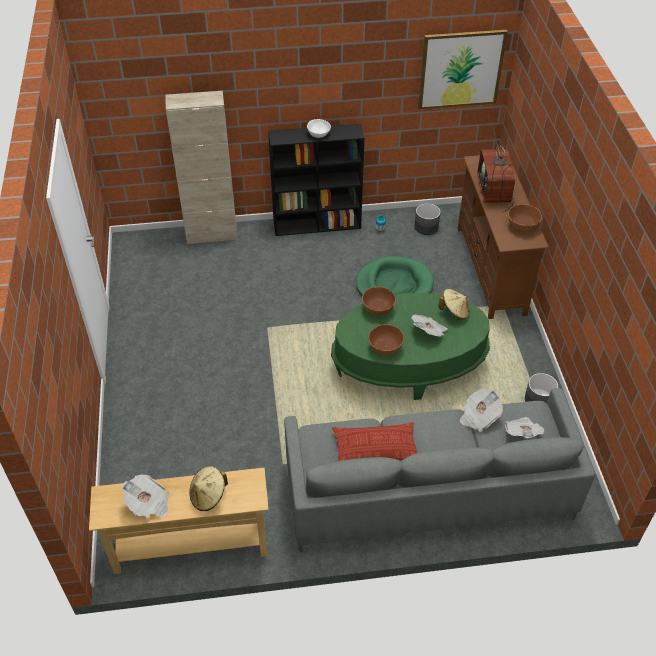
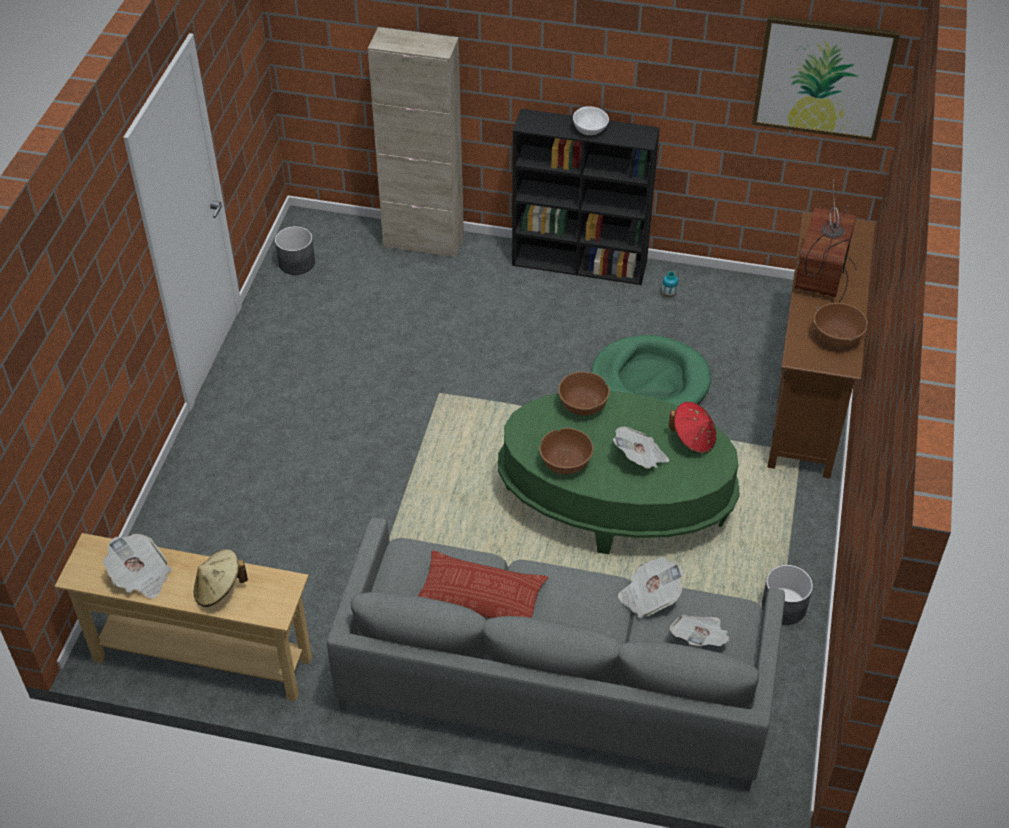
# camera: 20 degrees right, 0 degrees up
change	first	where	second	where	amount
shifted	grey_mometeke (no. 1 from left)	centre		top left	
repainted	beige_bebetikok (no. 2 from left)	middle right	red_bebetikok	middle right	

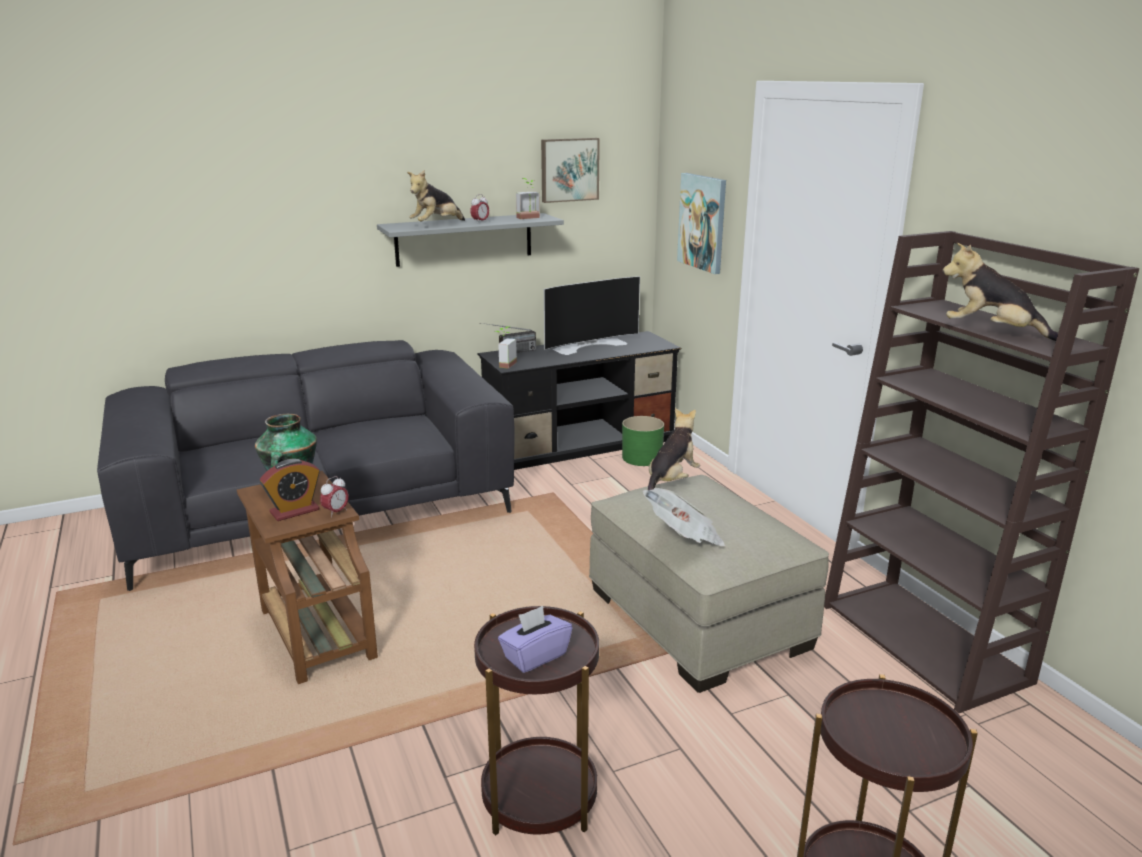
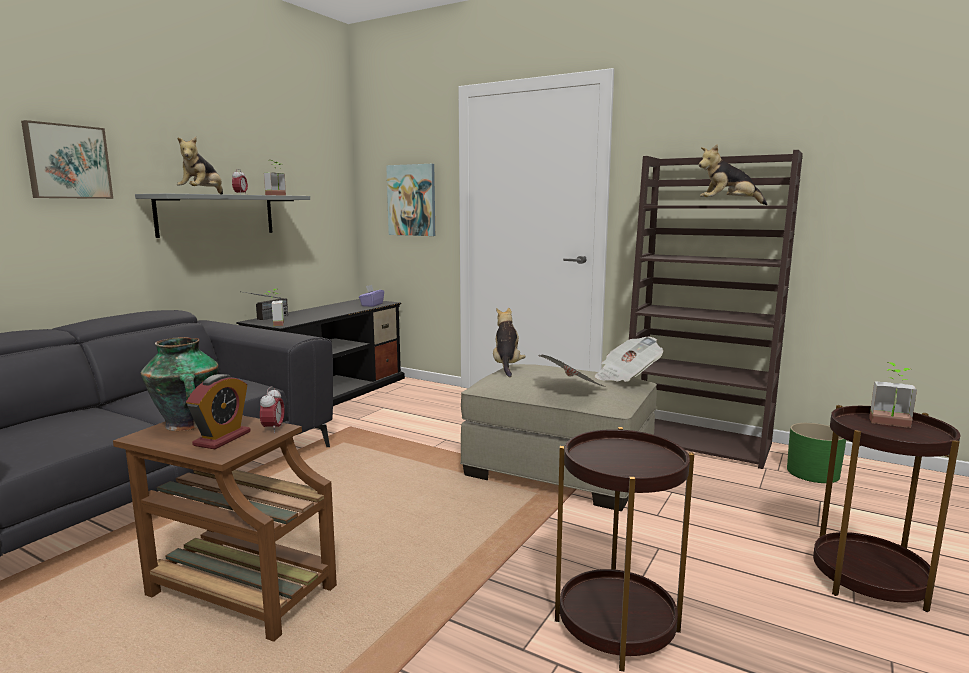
# camera: 35 degrees left, 10 degrees down
change	first	where	second	where	amount
shifted	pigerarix (no. 1 from left)	top centre		top left	
gone	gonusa	centre			
shifted	green_mometeke	centre		bottom right	
shifted	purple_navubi	bottom centre		centre	
new			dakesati (no. 2 from left)	centre	
new			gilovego (no. 3 from left)	middle right	

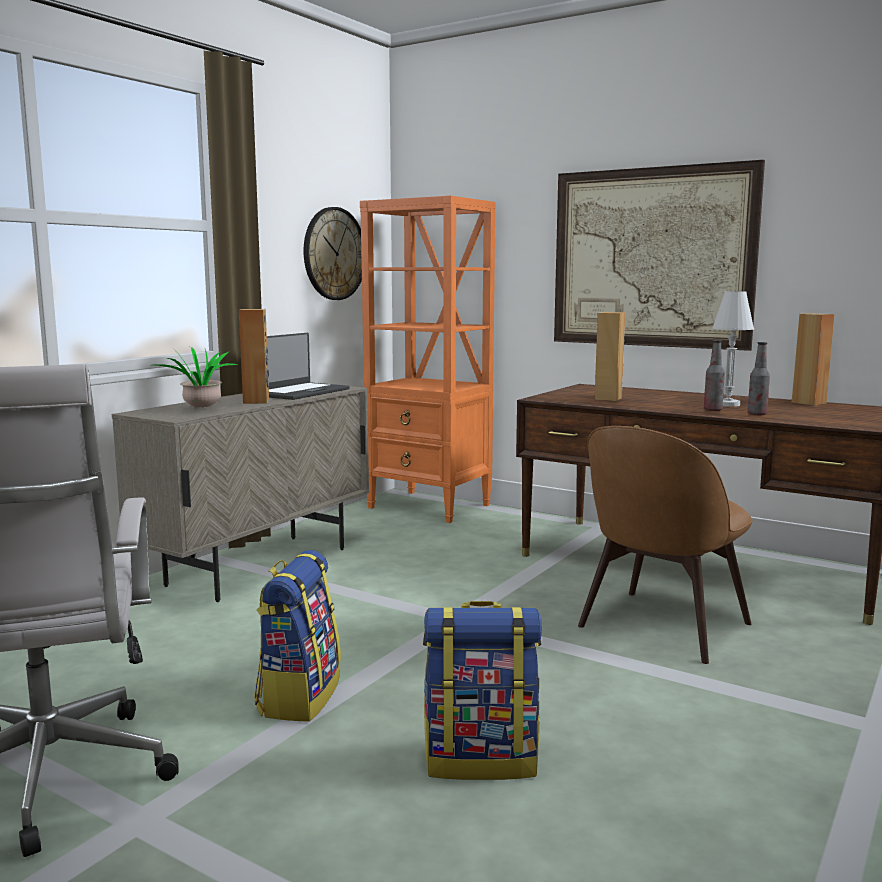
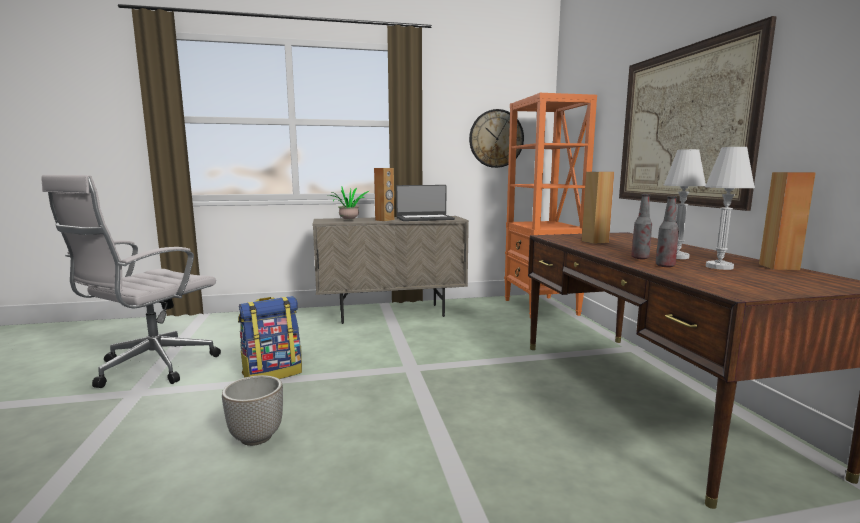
# camera: 45 degrees right, 0 degrees up
change	first	where	second	where	amount
gone	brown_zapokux	middle right			
swapped	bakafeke (no. 2 from left)	bottom centre	mometeke	bottom left	
new			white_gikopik (no. 2 from left)	middle right	

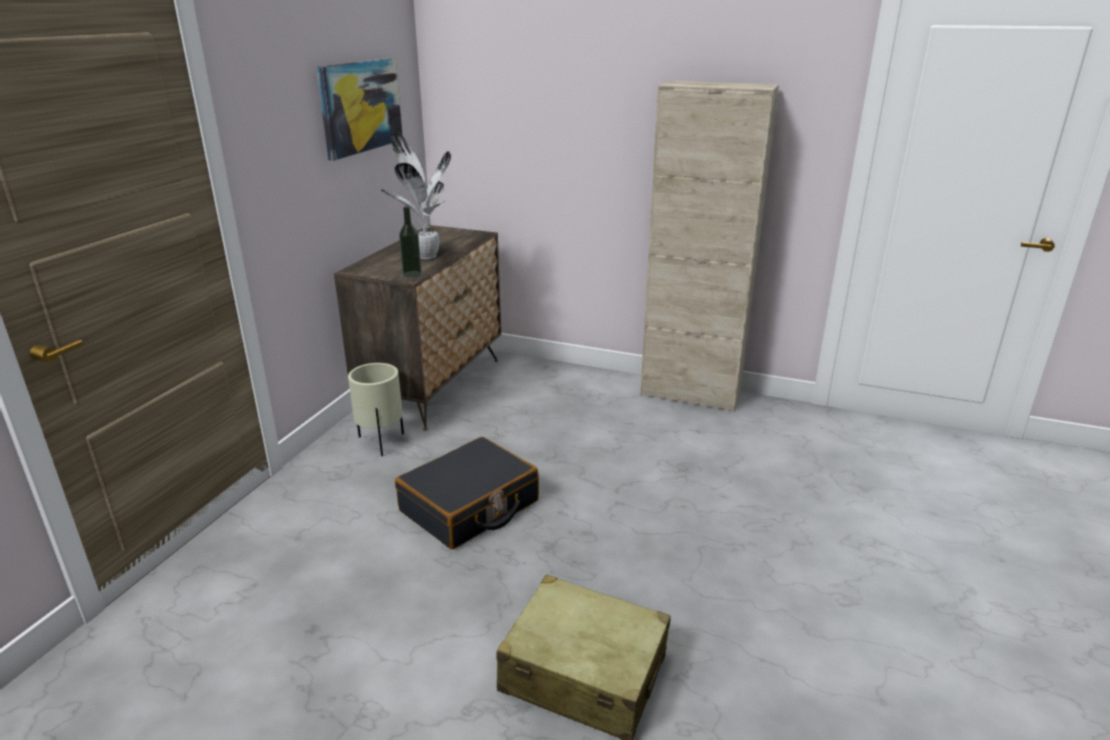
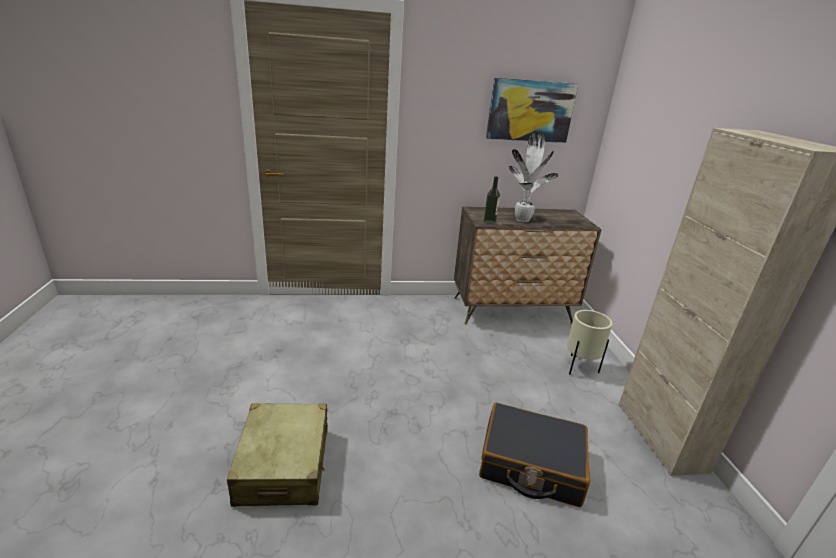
# camera: 60 degrees right, 0 degrees up
change	first	where	second	where	amount
shifted	beige_mometeke	centre		middle right	
shifted	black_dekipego	centre		bottom centre	

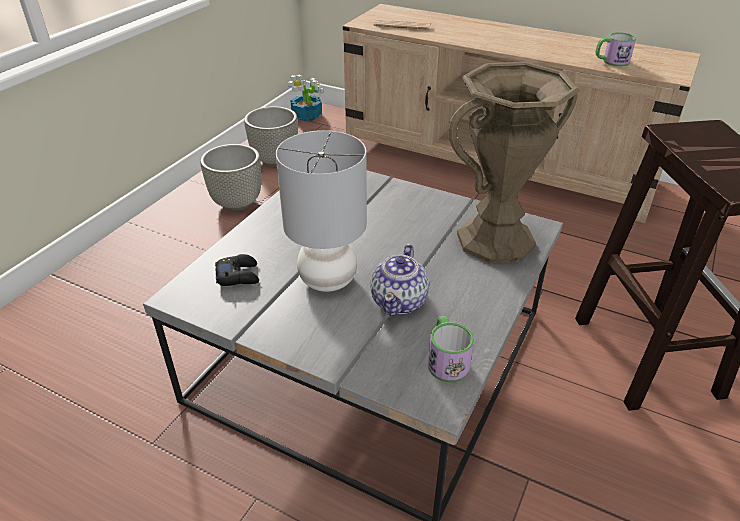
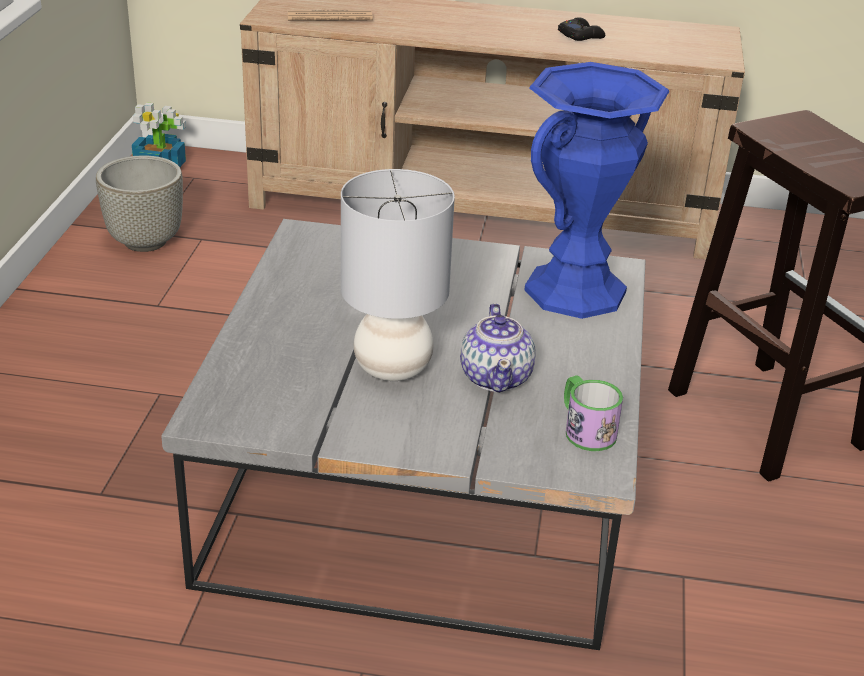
# camera: 20 degrees left, 5 degrees down
change	first	where	second	where	amount
gone	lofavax (no. 2 from left)	top right			
repainted	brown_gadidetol	top right	blue_gadidetol	top right	
gone	grey_mometeke (no. 1 from left)	middle left			
shifted	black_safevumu	middle left		top right	

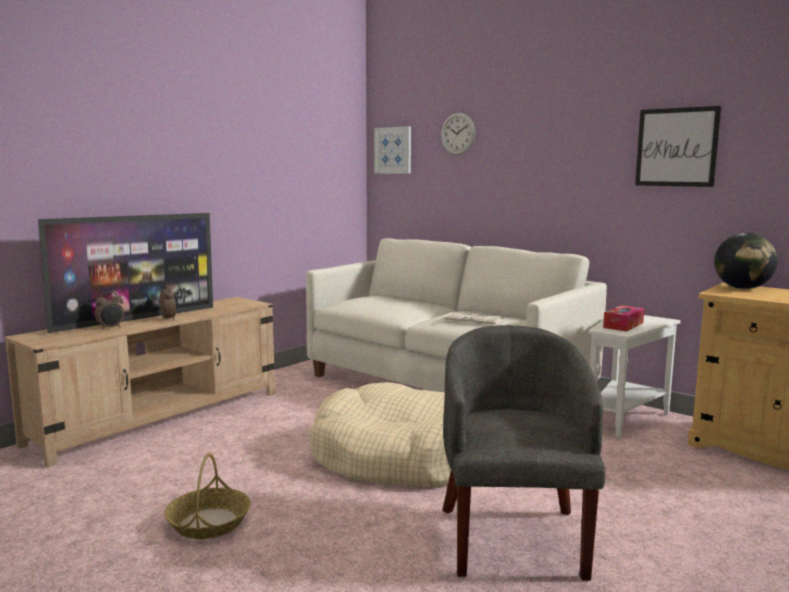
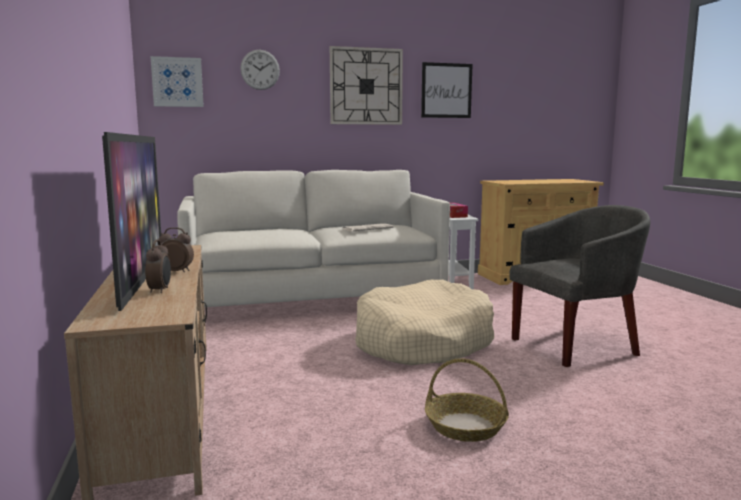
# camera: 55 degrees left, 0 degrees up
change	first	where	second	where	amount
gone	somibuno	middle right			
rotated	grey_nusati	bottom centre		middle right	120 degrees clockwise
new			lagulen (no. 2 from left)	top centre	

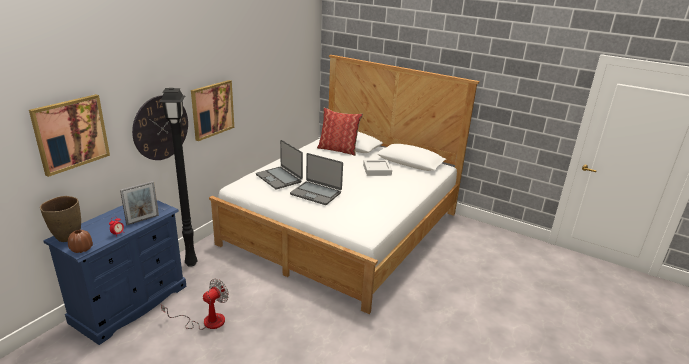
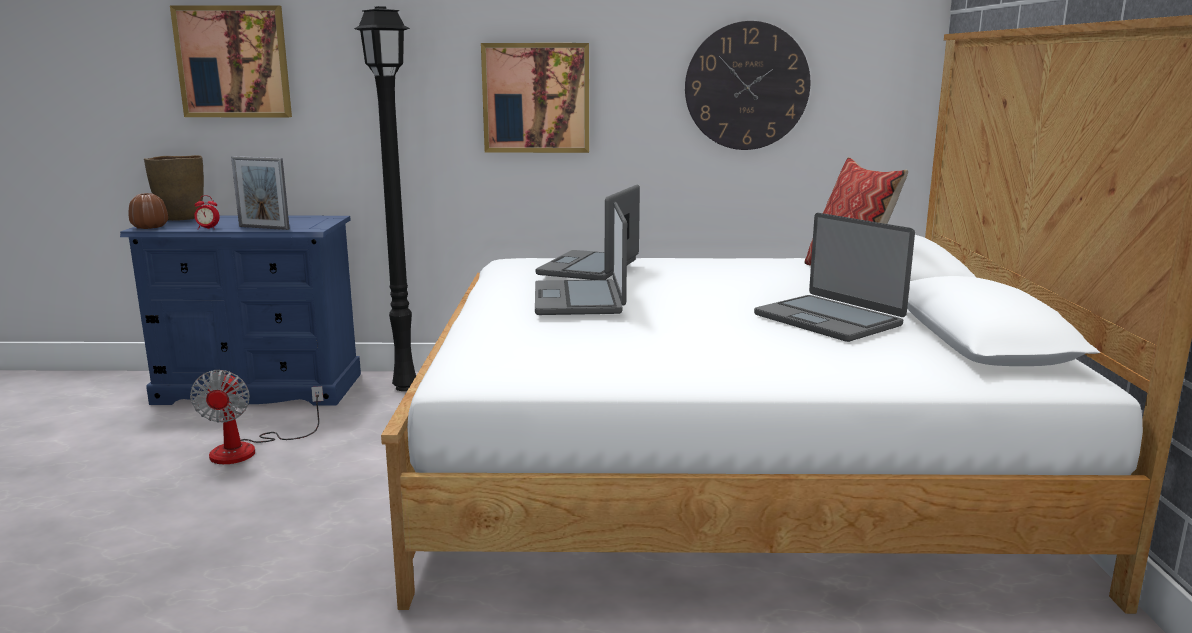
# camera: 60 degrees right, 10 degrees down
change	first	where	second	where	amount
shifted	lagulen	middle left		top centre	
swapped	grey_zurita	centre	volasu (no. 3 from left)	middle right	
rotated	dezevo	bottom left		middle left	75 degrees clockwise

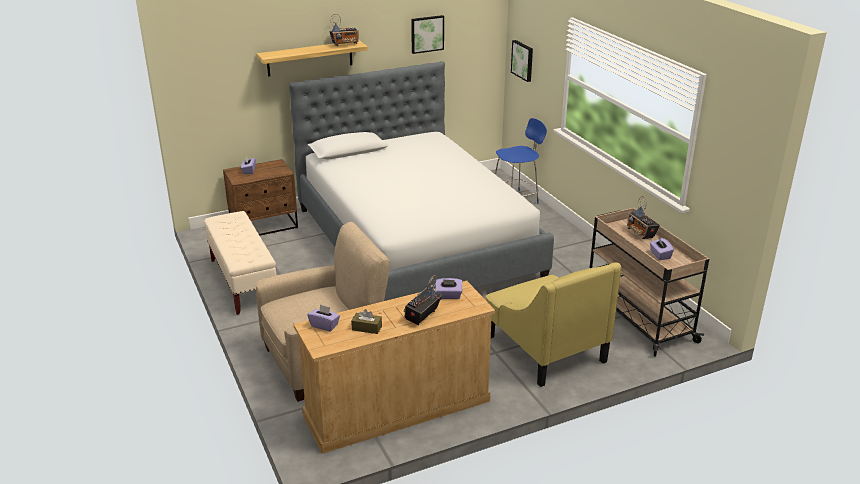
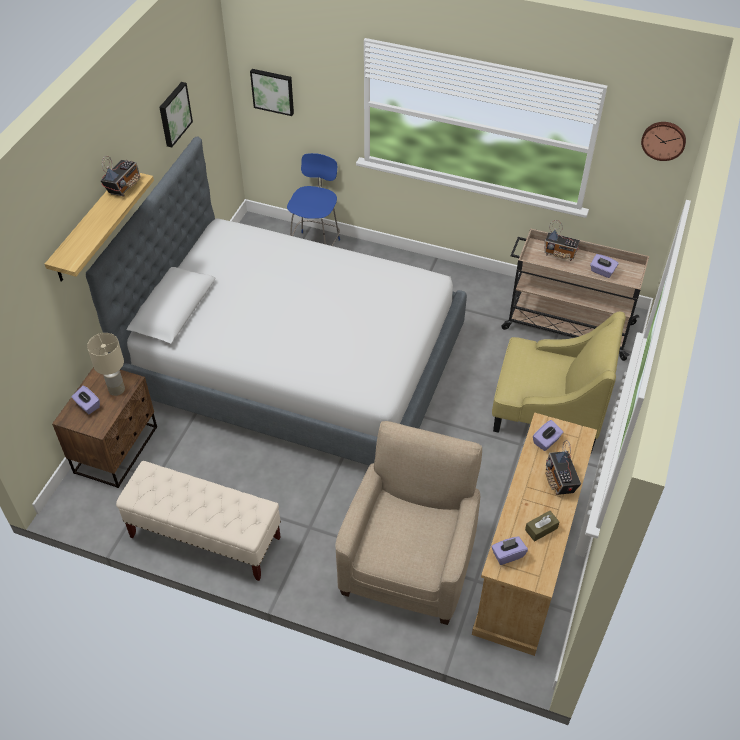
# camera: 45 degrees left, 20 degrees up
change	first	where	second	where	amount
new			lagulen	top right	
new			beige_gikopik	middle left	

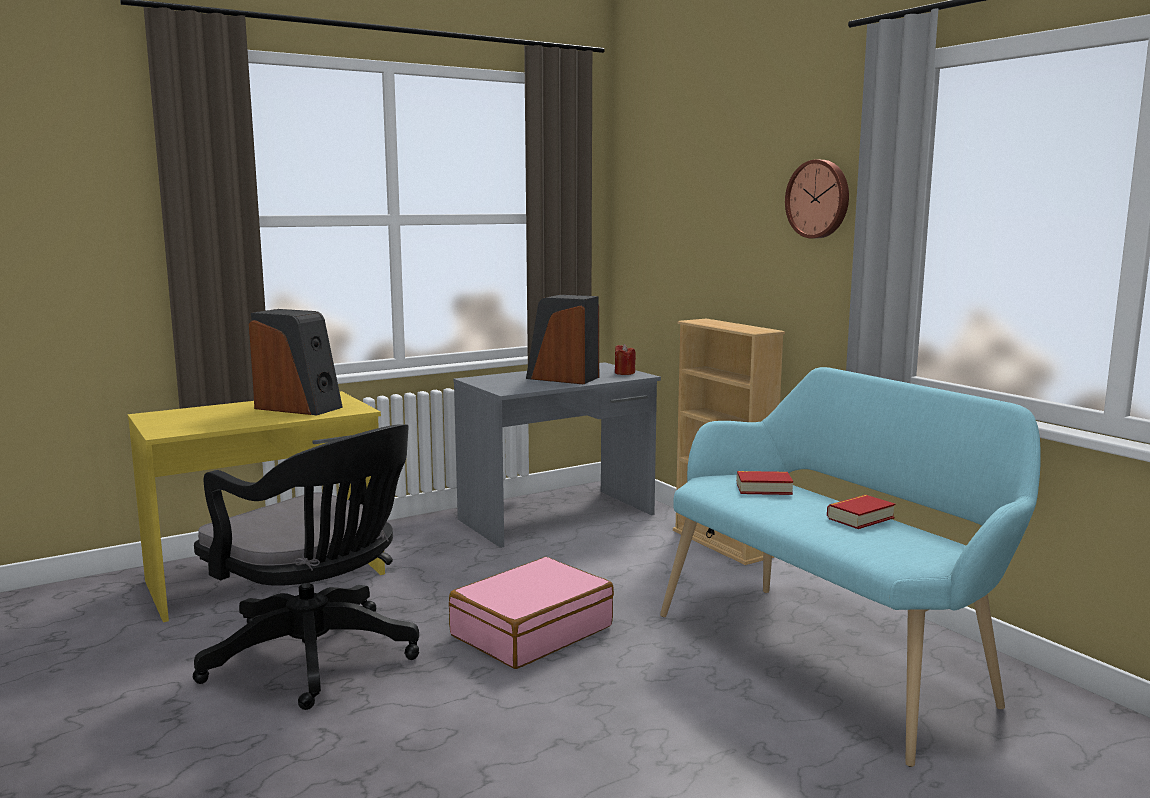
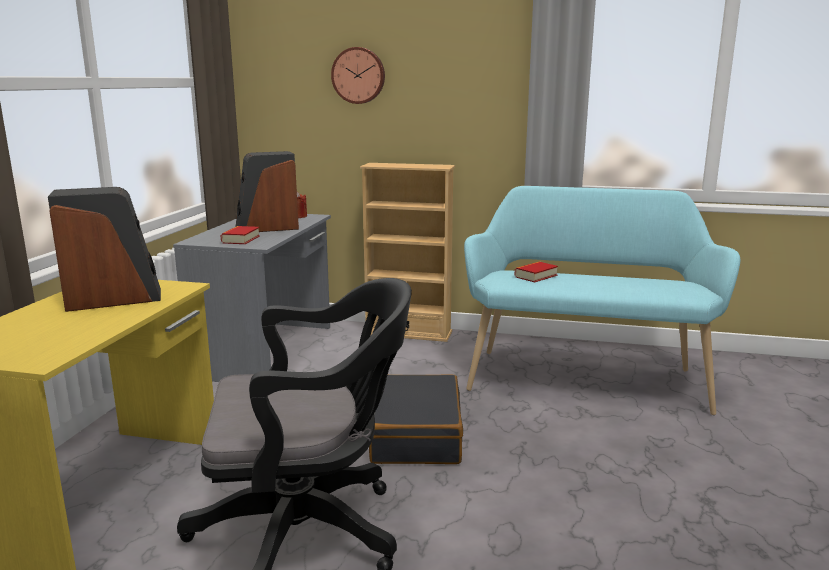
# camera: 45 degrees left, 5 degrees up
change	first	where	second	where	amount
shifted	lagulen	top right		top centre	
shifted	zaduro (no. 2 from left in the first image)	middle right	zaduro (no. 1 from left)	middle left	
repainted	pink_dekipego	bottom centre	black_dekipego	bottom centre	

